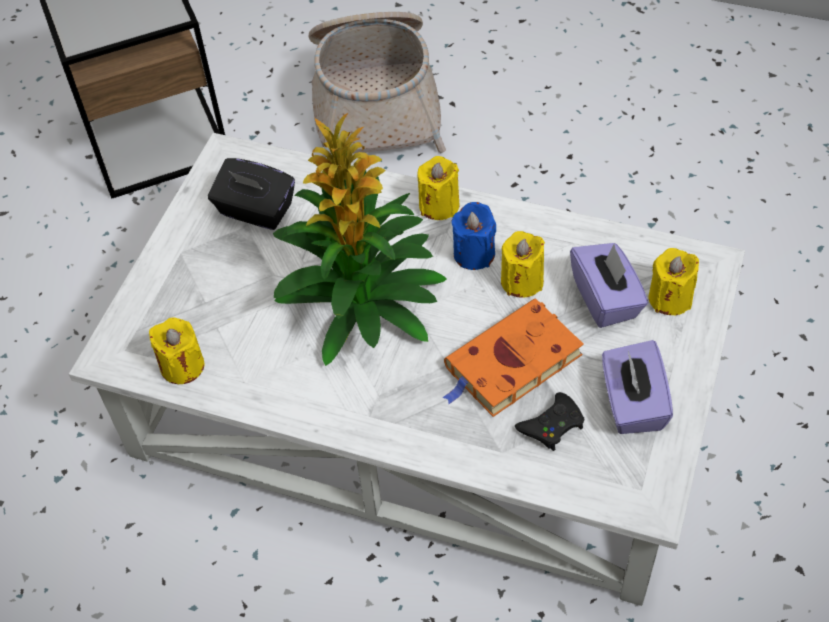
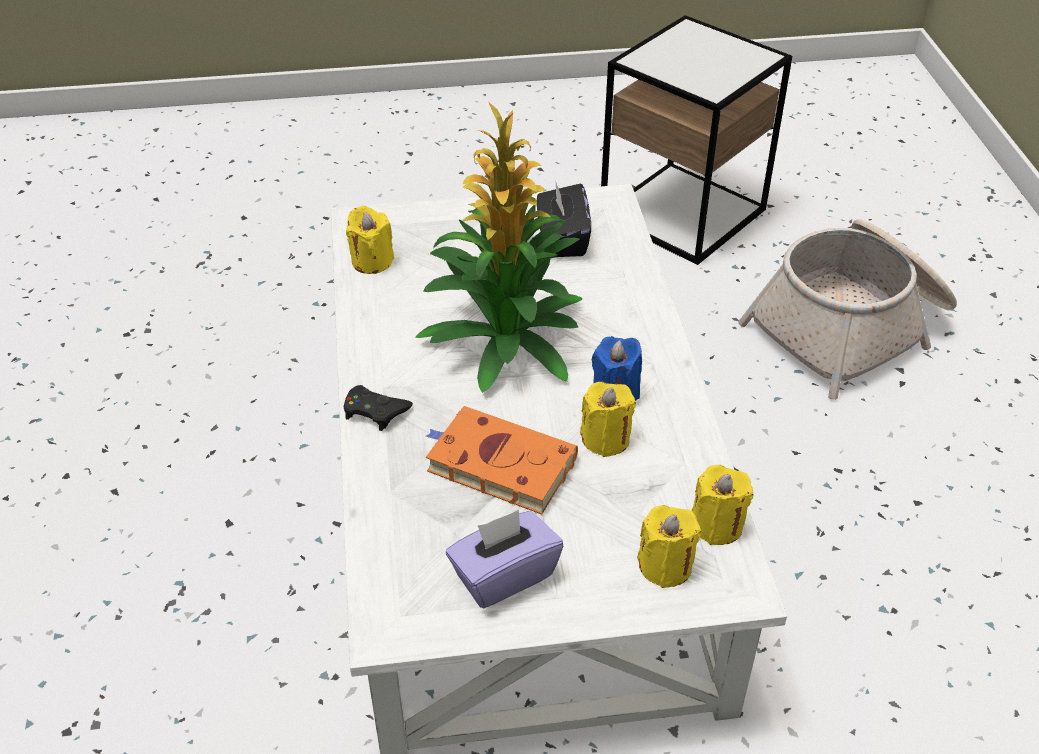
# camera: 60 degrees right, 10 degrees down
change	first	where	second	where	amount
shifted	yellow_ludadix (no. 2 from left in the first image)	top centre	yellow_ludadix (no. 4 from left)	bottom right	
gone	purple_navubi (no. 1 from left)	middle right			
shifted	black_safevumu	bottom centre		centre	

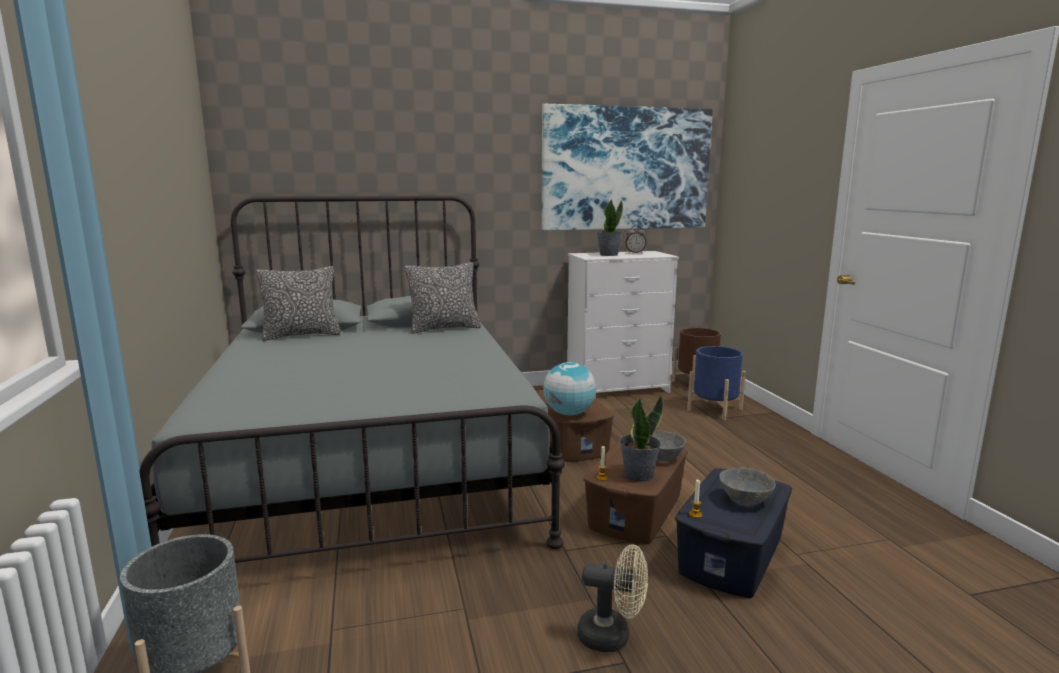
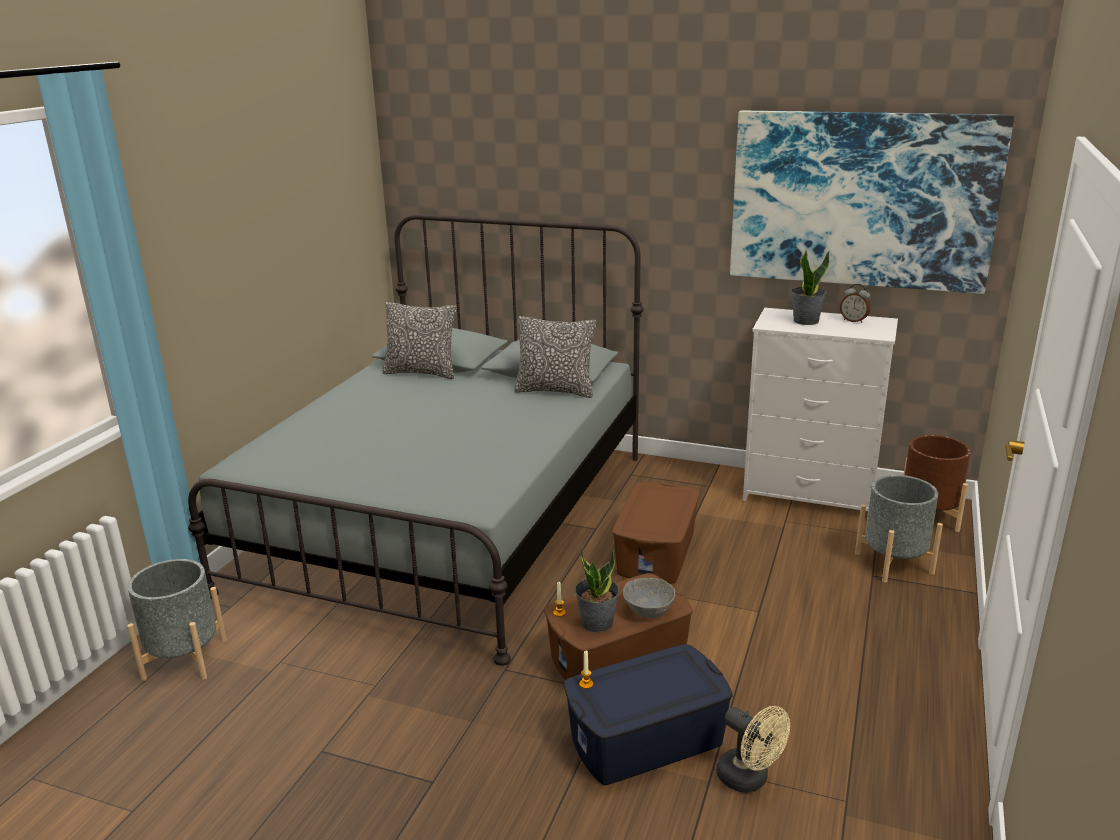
# camera: 35 degrees right, 10 degrees up
change	first	where	second	where	amount
repainted	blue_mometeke	middle right	grey_mometeke (no. 2 from left)	middle right	
gone	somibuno	centre			
gone	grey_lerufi (no. 2 from left)	bottom right			
shifted	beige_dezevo	bottom centre		bottom right	

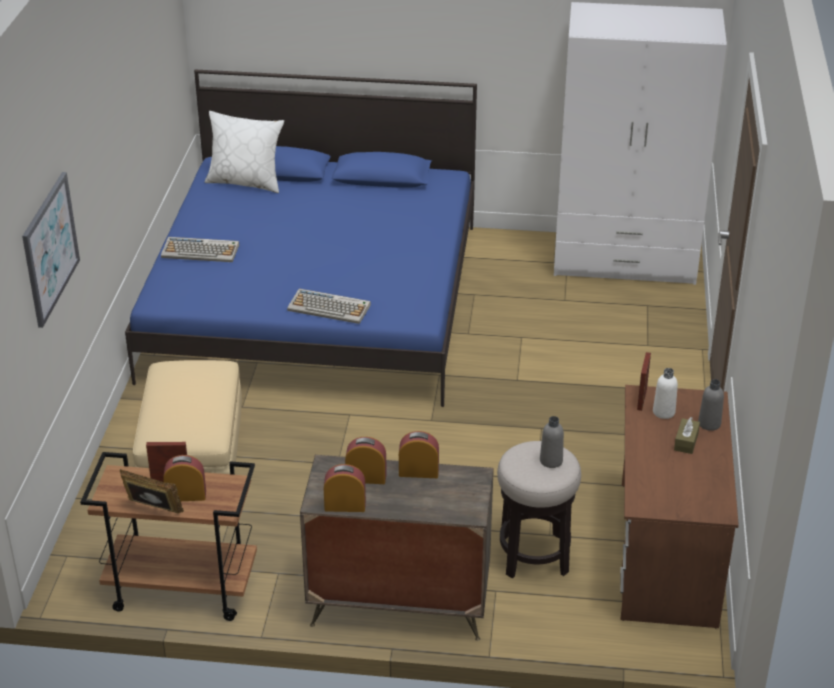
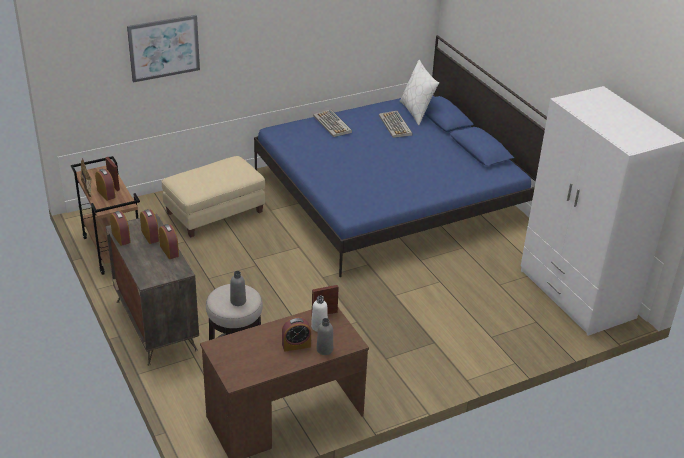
# camera: 55 degrees right, 0 degrees up
change	first	where	second	where	amount
shifted	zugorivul (no. 2 from left)	centre		top centre	
swapped	brown_navubi	middle right	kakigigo (no. 5 from left)	bottom centre	

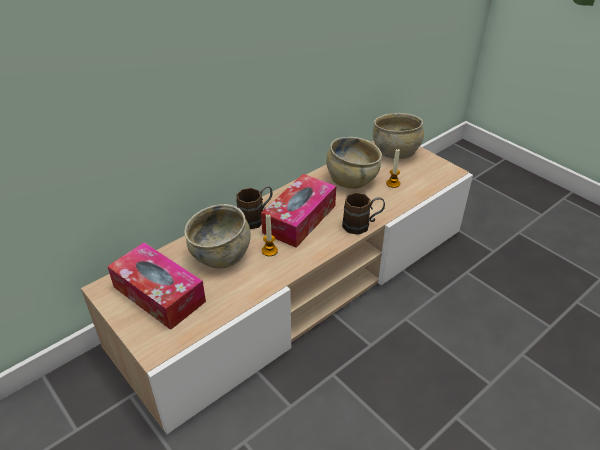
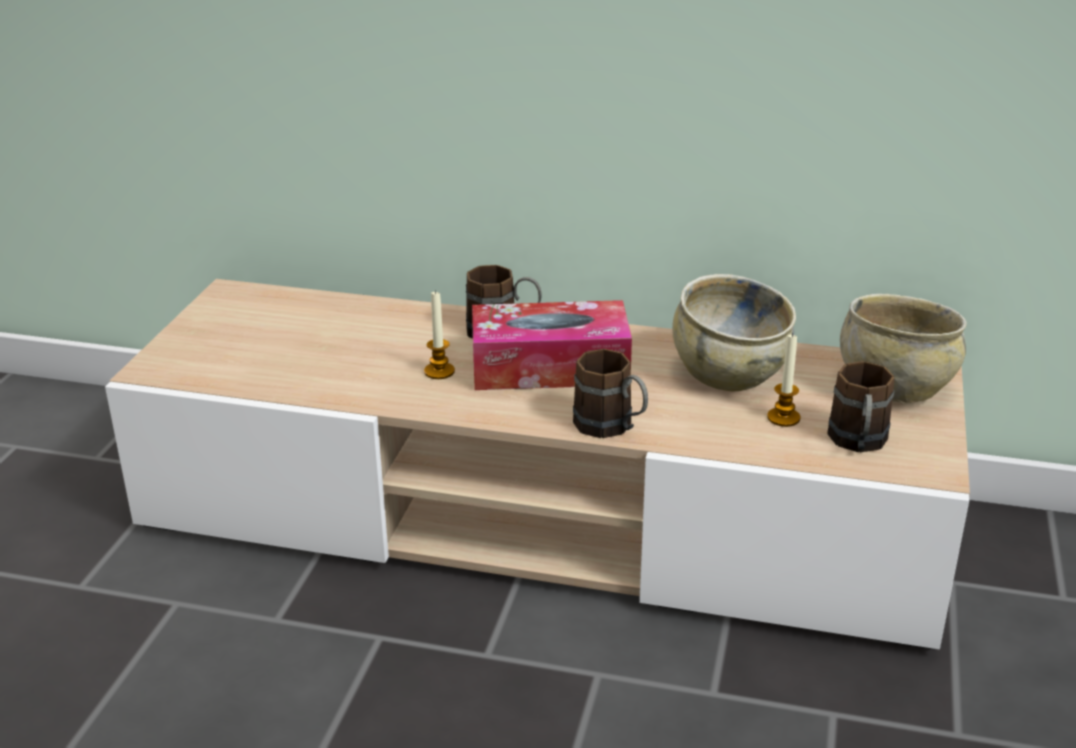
# camera: 55 degrees right, 10 degrees down
change	first	where	second	where	amount
gone	beige_lerufi (no. 1 from left)	centre			
gone	navubi (no. 1 from left)	middle left			
new			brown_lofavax (no. 3 from left)	middle right	

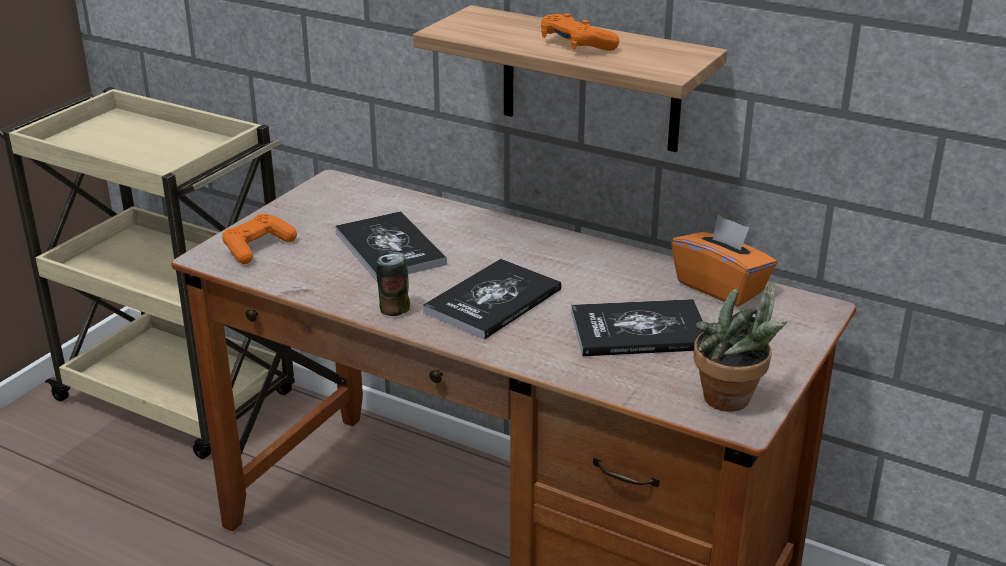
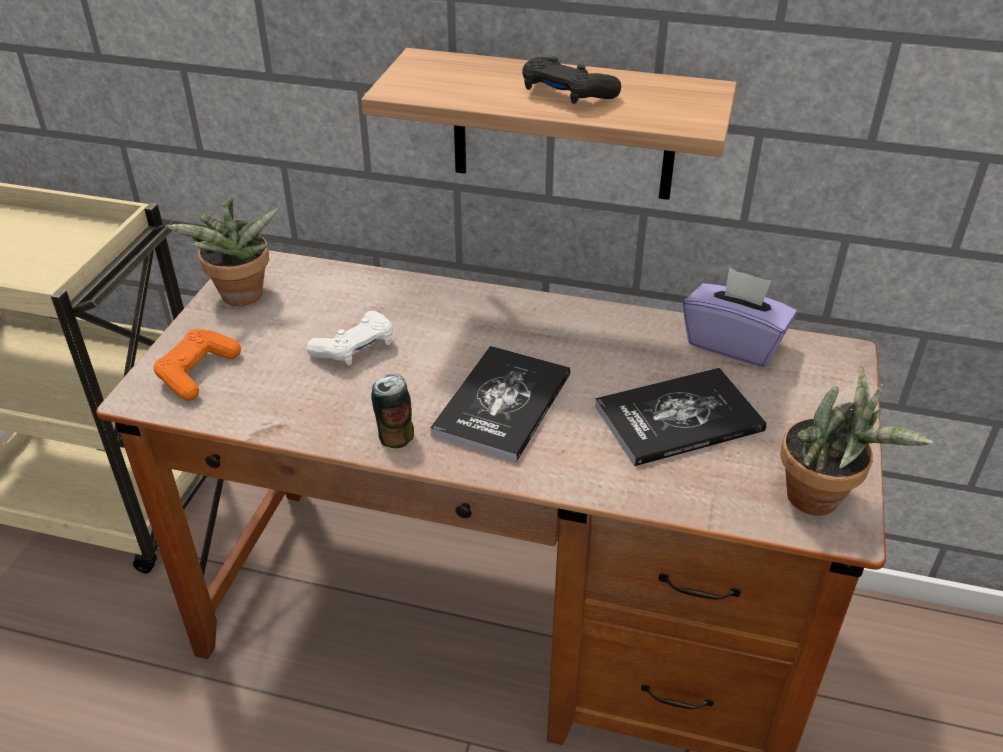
# camera: 15 degrees left, 10 degrees up
change	first	where	second	where	amount
repainted	orange_safevumu (no. 2 from left)	top centre	black_safevumu	top centre	
swapped	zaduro (no. 1 from left)	centre	white_safevumu	centre	
repainted	orange_navubi	middle right	purple_navubi	middle right	
new			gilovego (no. 1 from left)	middle left	

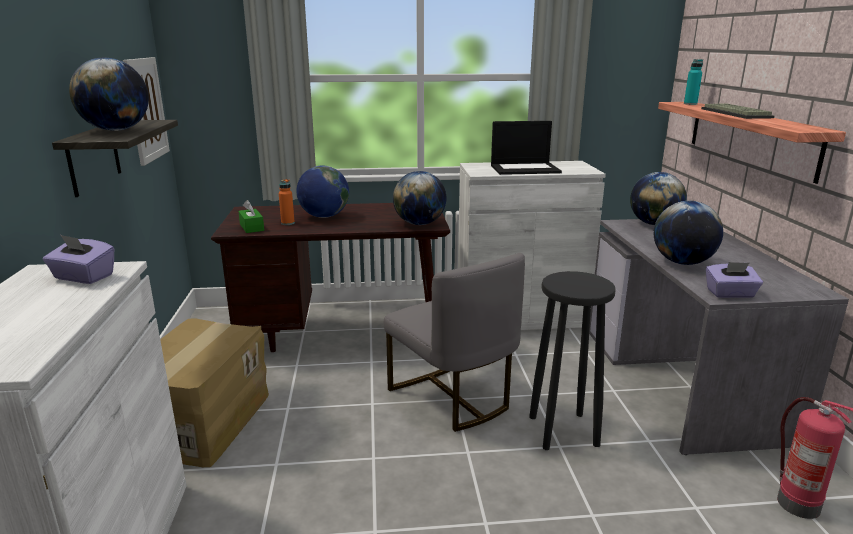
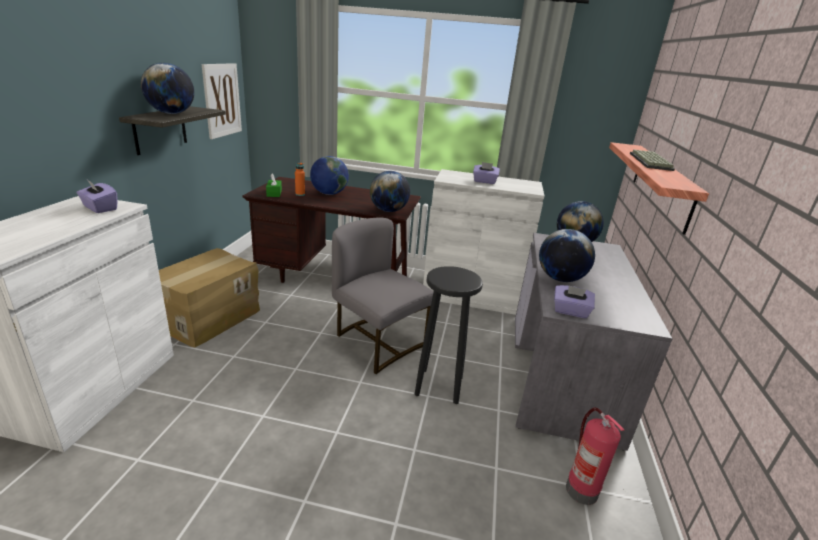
# camera: 15 degrees right, 5 degrees up
change	first	where	second	where	amount
gone	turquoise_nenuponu	top right			
swapped	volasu	top centre	purple_navubi (no. 2 from left)	top centre	
rotated	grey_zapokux	centre		centre	150 degrees clockwise

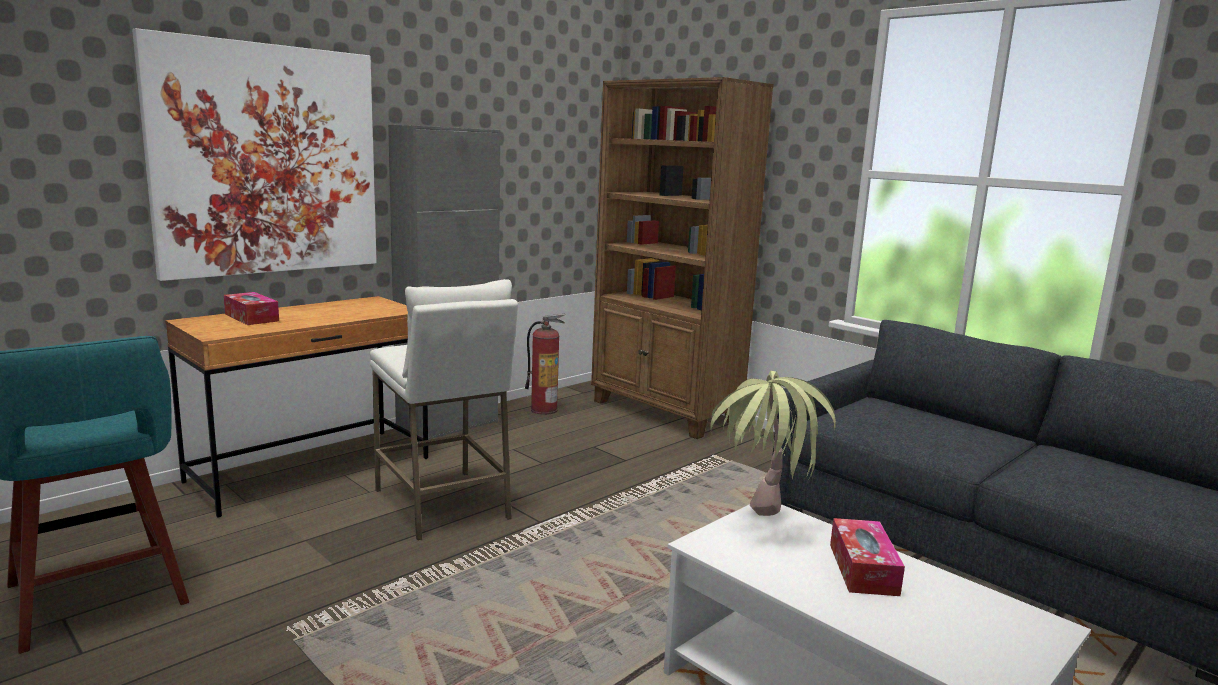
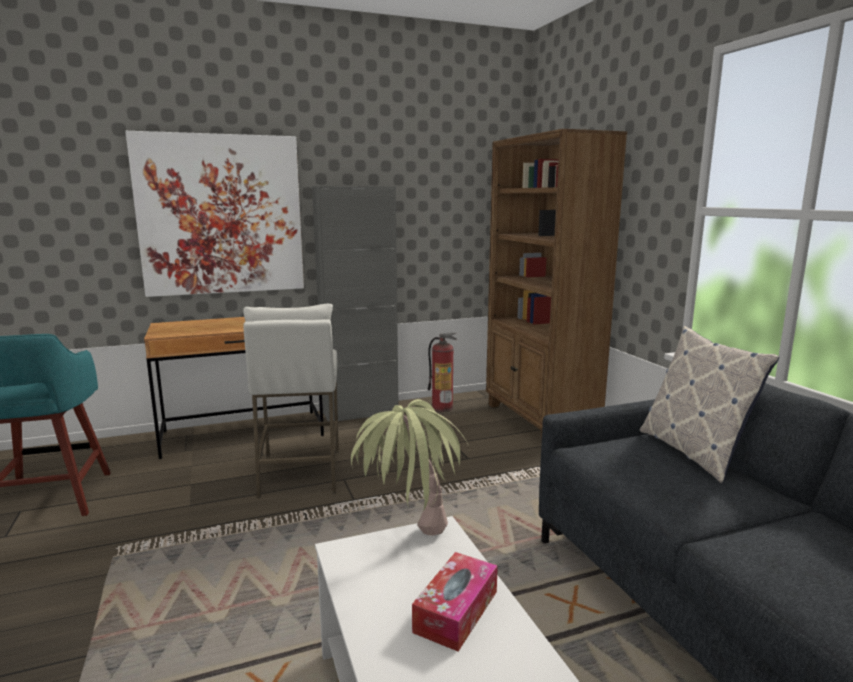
# camera: 25 degrees right, 0 degrees up
change	first	where	second	where	amount
gone	navubi (no. 1 from left)	middle left			
new			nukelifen	middle right	

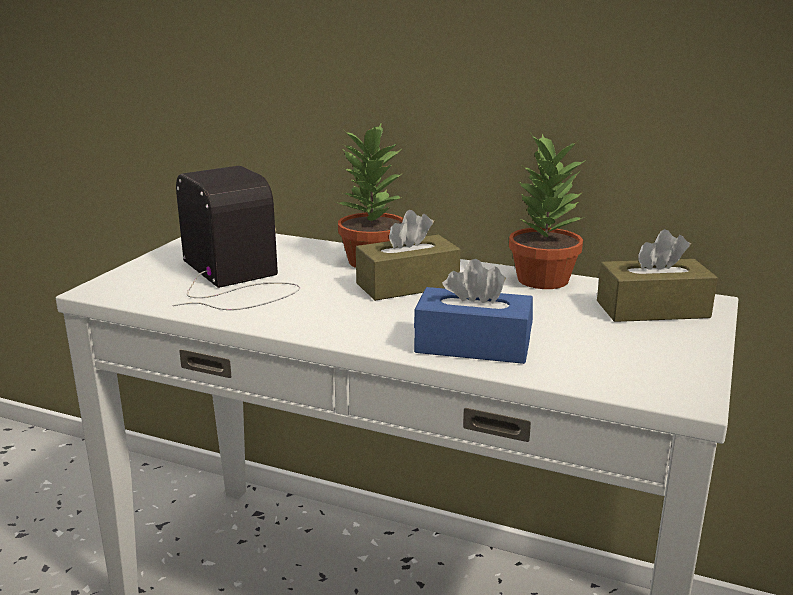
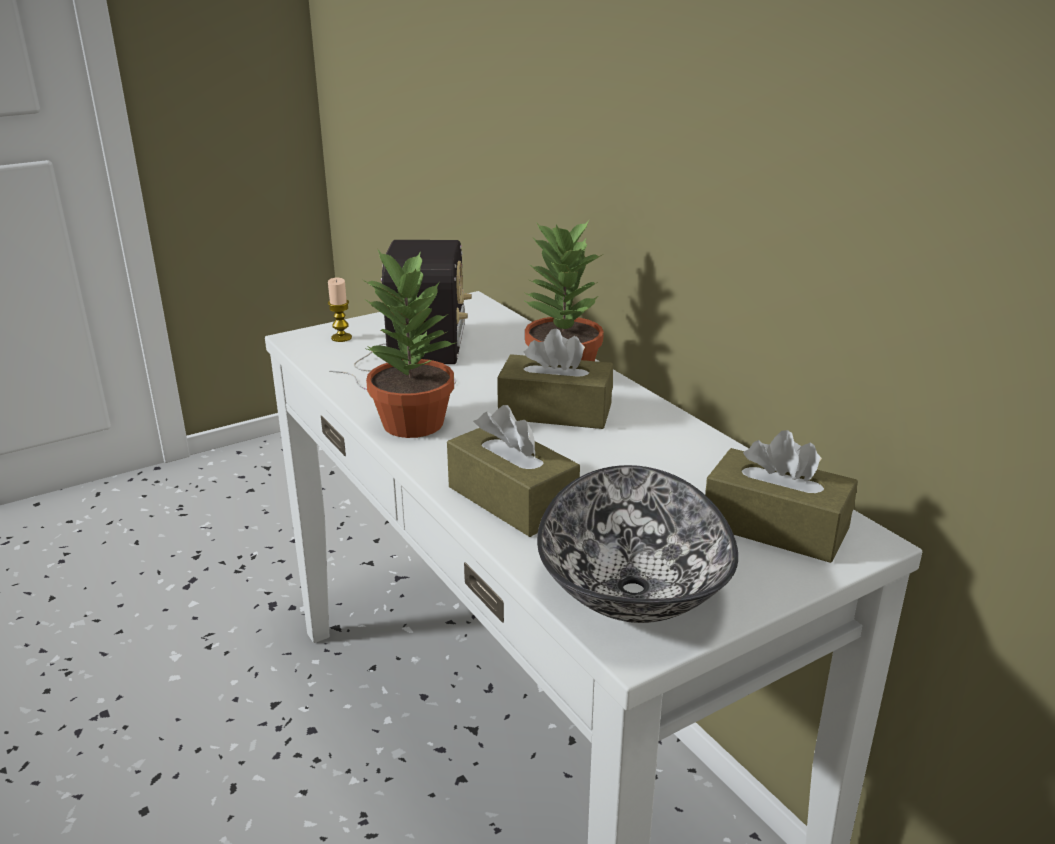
# camera: 35 degrees right, 5 degrees up
change	first	where	second	where	amount
shifted	gilovego (no. 2 from left in the first image)	middle right	gilovego (no. 1 from left)	centre	
repainted	blue_navubi	centre	brown_navubi (no. 1 from left)	centre	
new			ludadix	middle left	
new			lerufi	centre	

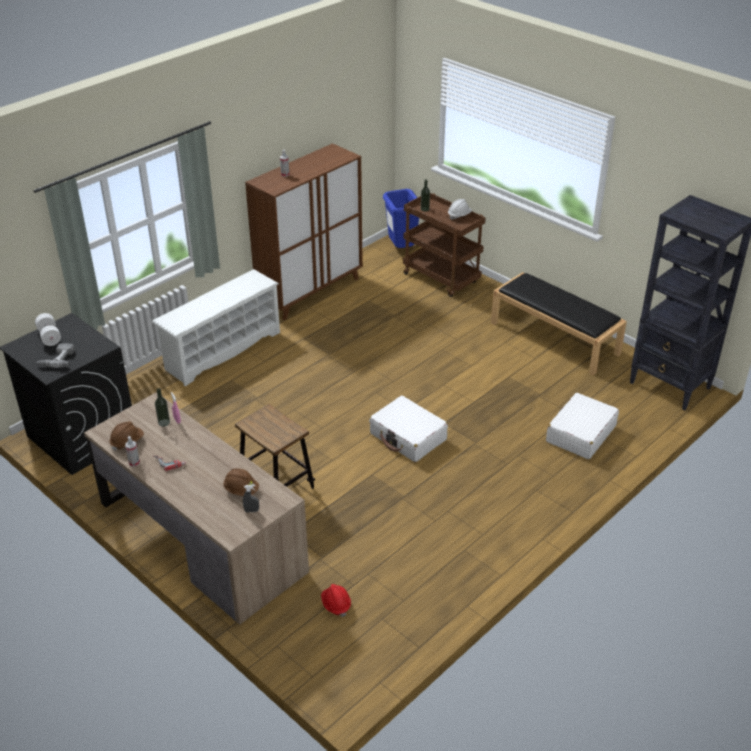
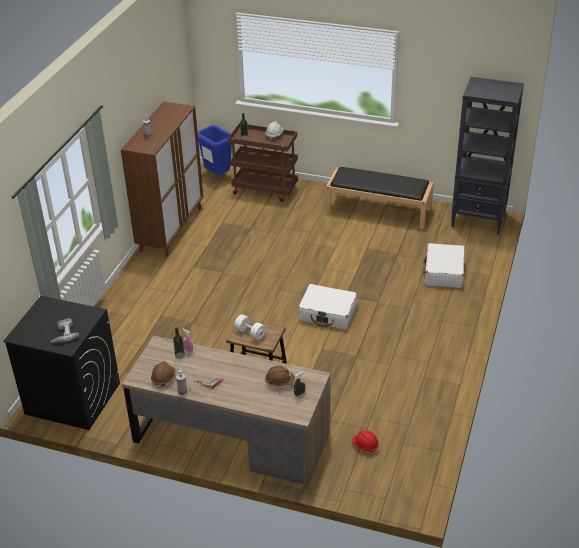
# camera: 25 degrees left, 0 degrees up
change	first	where	second	where	amount
gone	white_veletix	middle left			
shifted	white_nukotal	middle left		centre	

